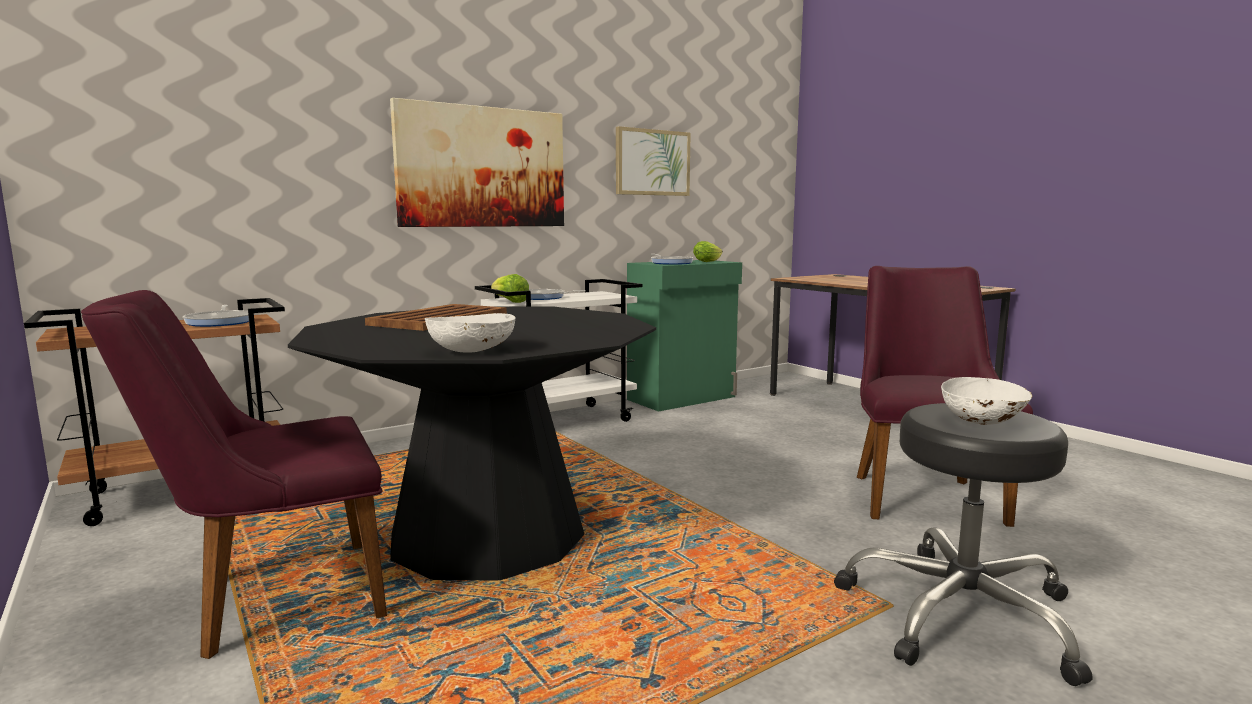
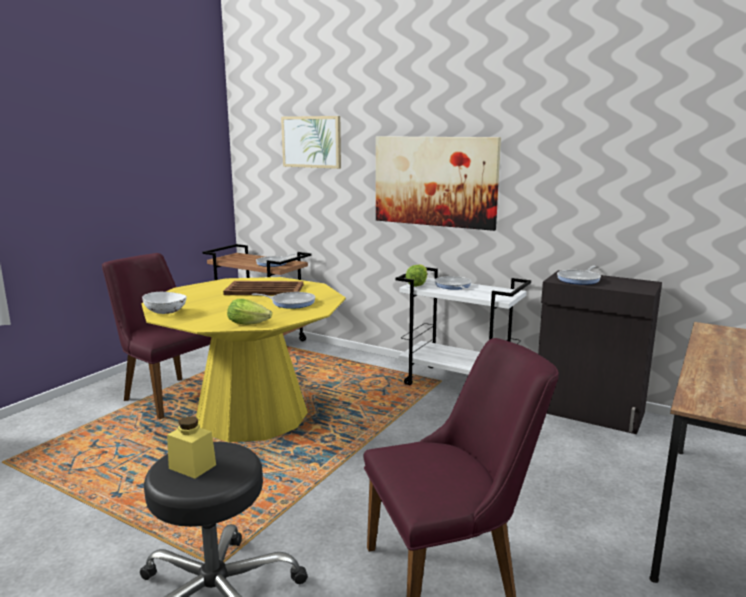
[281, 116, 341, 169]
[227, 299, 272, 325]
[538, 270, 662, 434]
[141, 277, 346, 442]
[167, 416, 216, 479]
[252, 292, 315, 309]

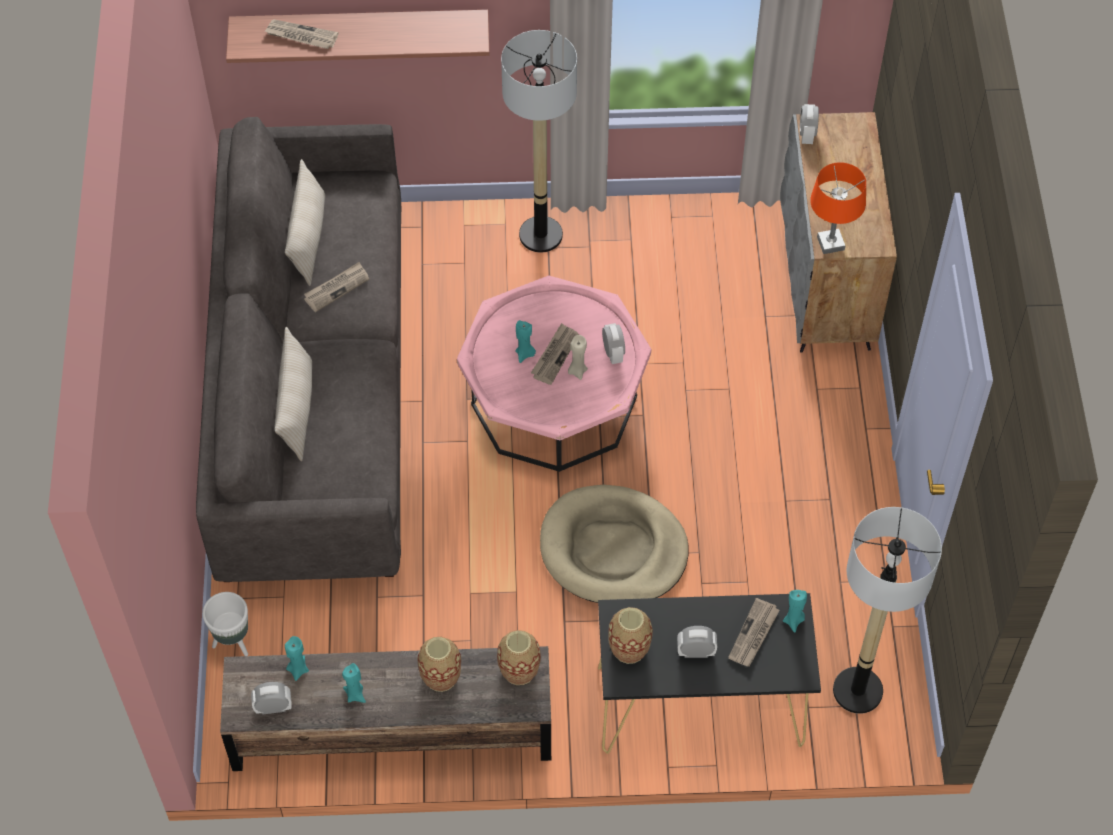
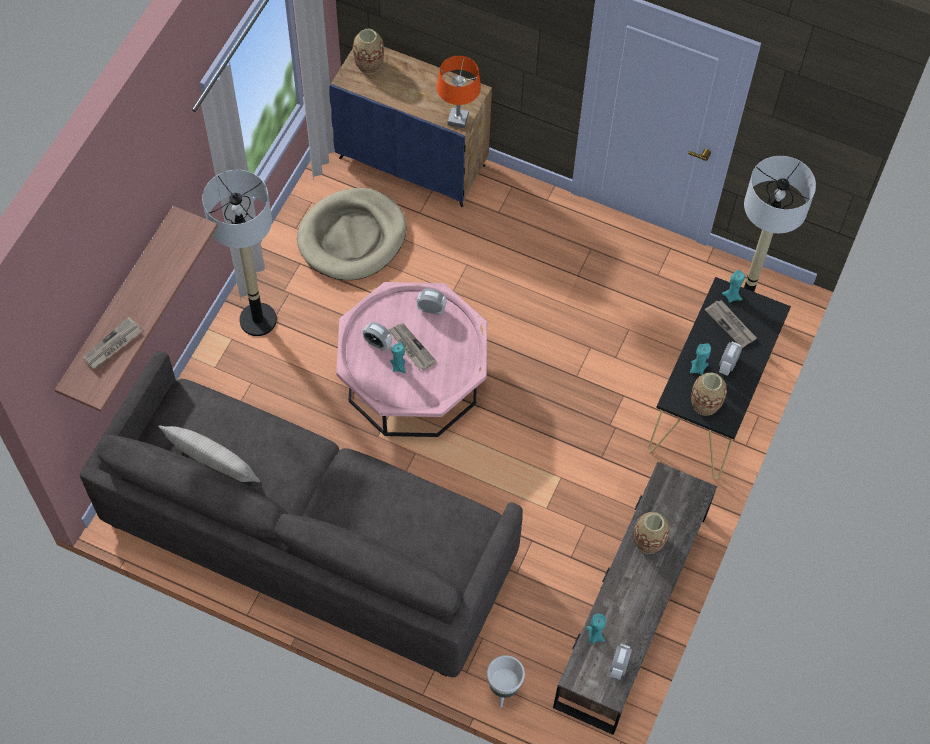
[363, 322, 392, 351]
[329, 47, 492, 207]
[304, 262, 369, 312] (first image)
[275, 327, 312, 461] (first image)
[568, 335, 588, 380] (first image)
[297, 188, 407, 280]
[353, 29, 384, 74]
[690, 343, 711, 375]

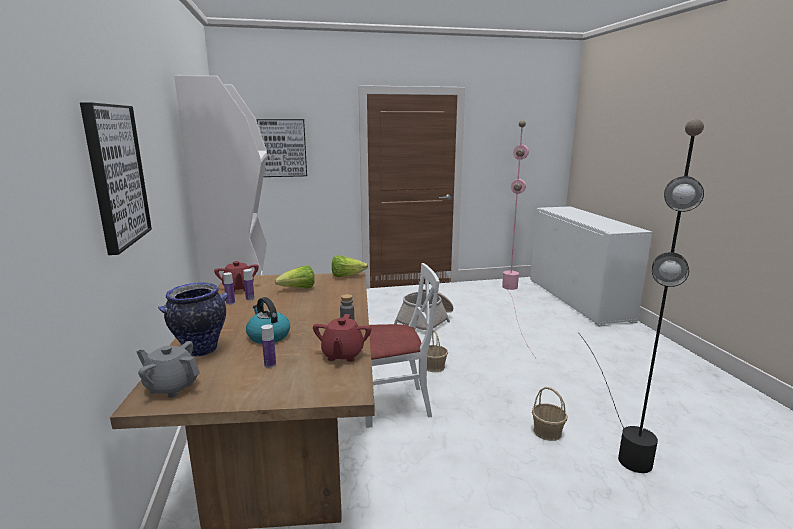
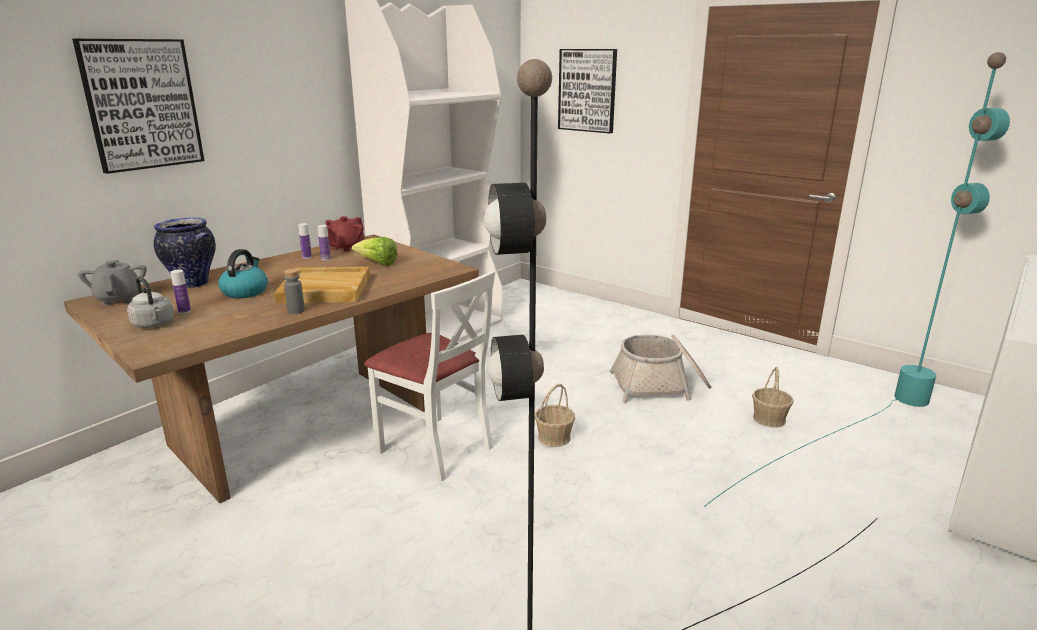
[704, 52, 1010, 507]
[332, 255, 368, 277] (first image)
[313, 314, 371, 362] (first image)
[752, 367, 794, 428]
[274, 267, 370, 303]
[127, 276, 174, 328]

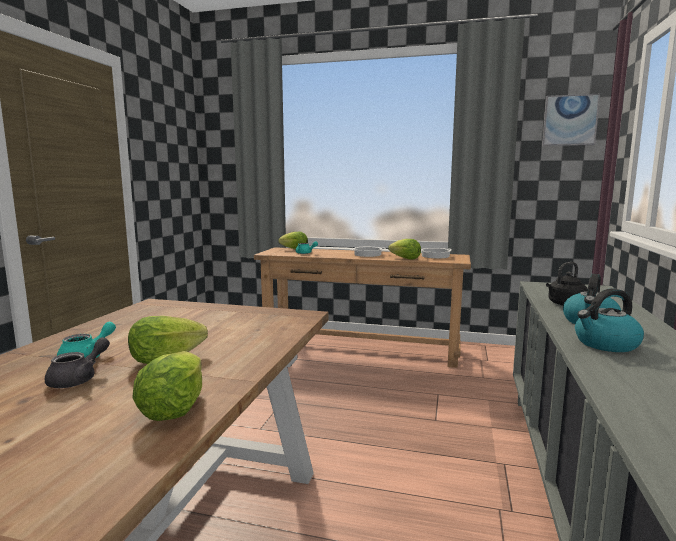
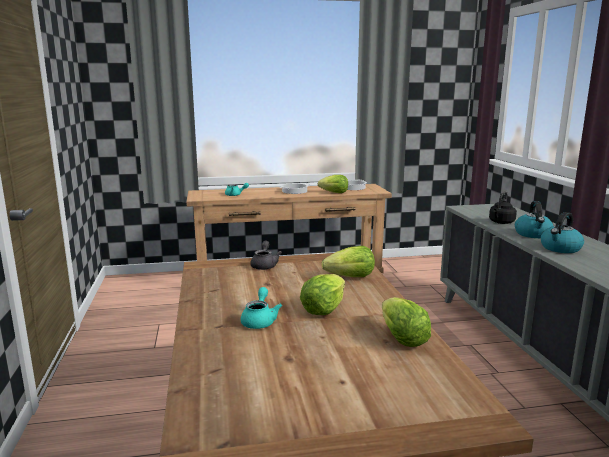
[542, 94, 600, 146] (first image)
[322, 246, 375, 277]
[250, 240, 282, 270]

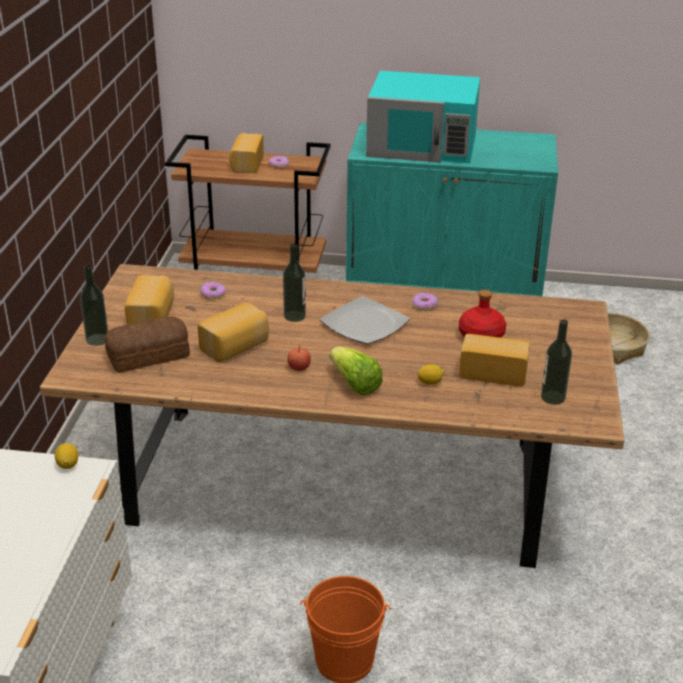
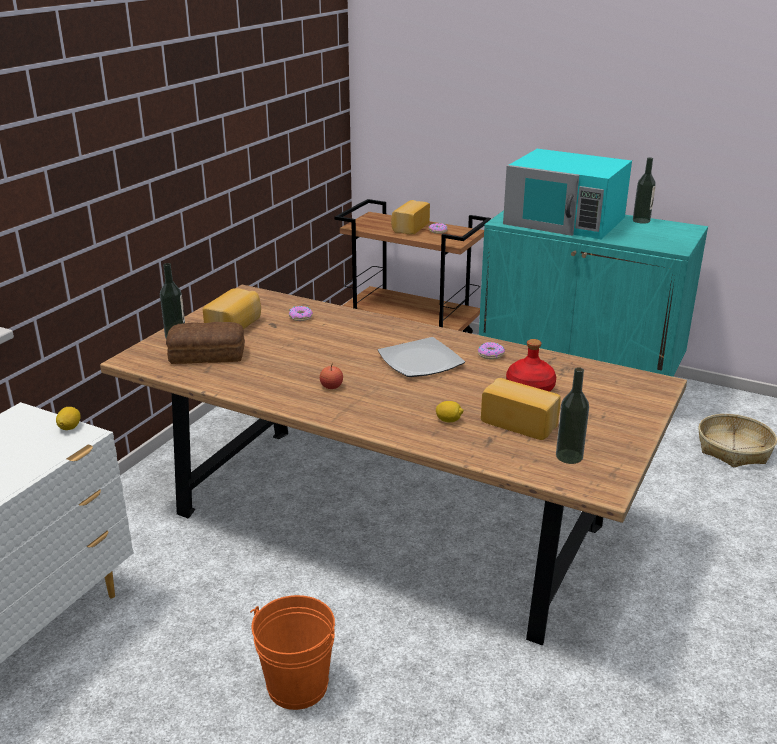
[633, 157, 656, 224]
[198, 303, 269, 362] (first image)
[329, 347, 383, 396] (first image)

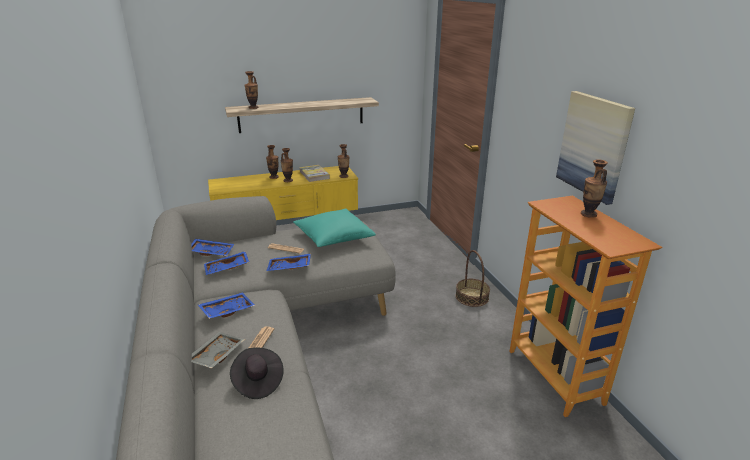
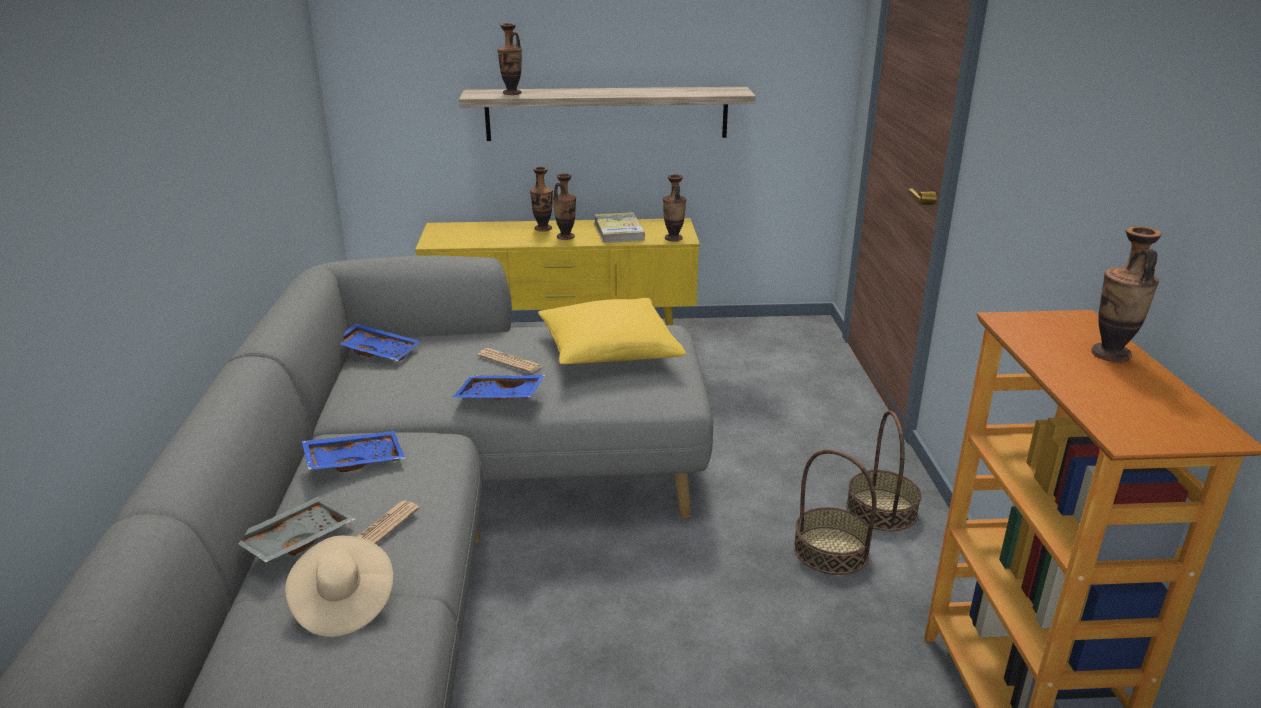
[556, 91, 635, 205] (first image)
[538, 298, 686, 364]
[204, 251, 249, 275] (first image)
[285, 535, 393, 637]
[794, 449, 877, 575]

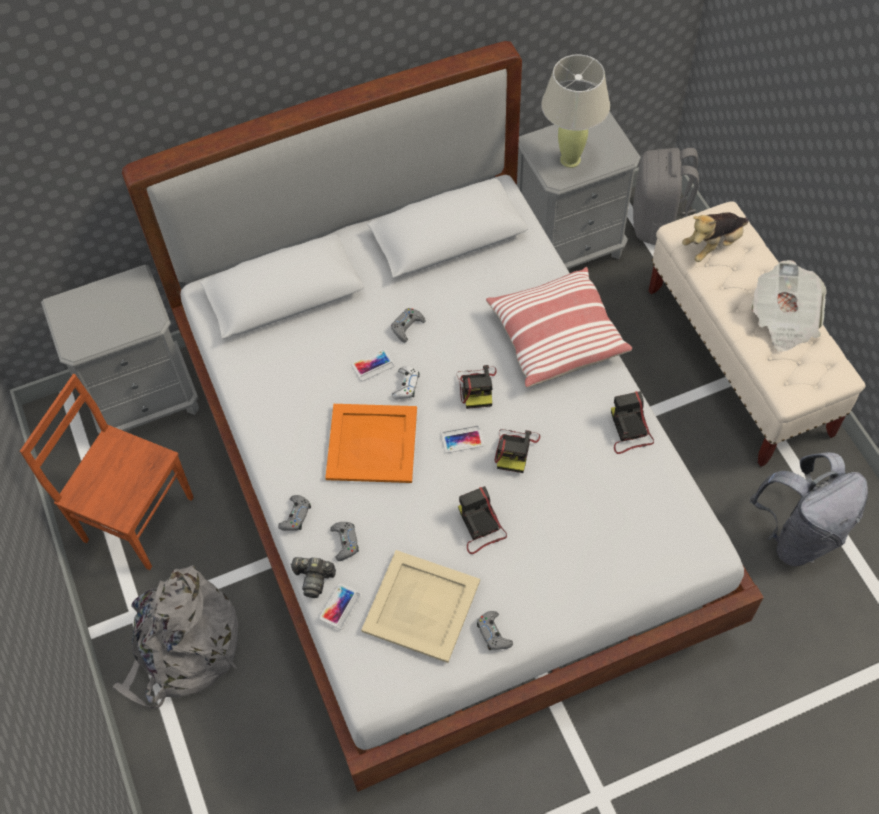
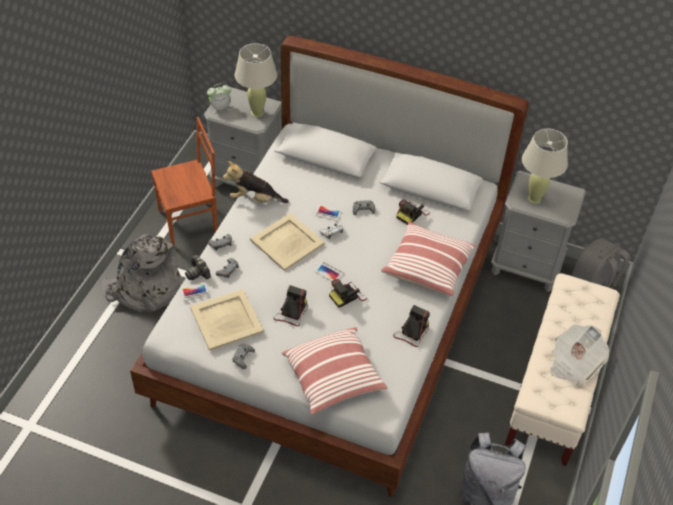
[223, 161, 289, 203]
[396, 199, 430, 225]
[151, 117, 218, 245]
[250, 213, 325, 271]
[235, 43, 277, 118]
[207, 84, 232, 114]
[282, 327, 388, 415]

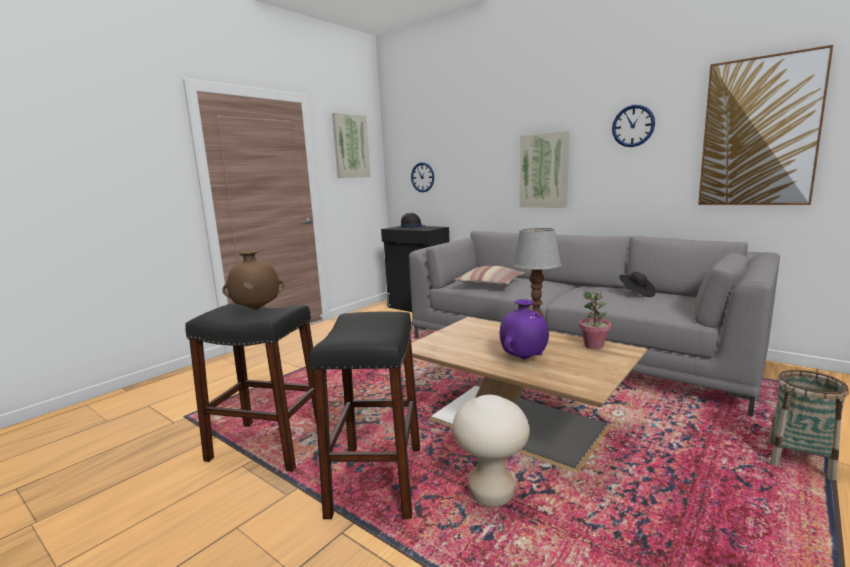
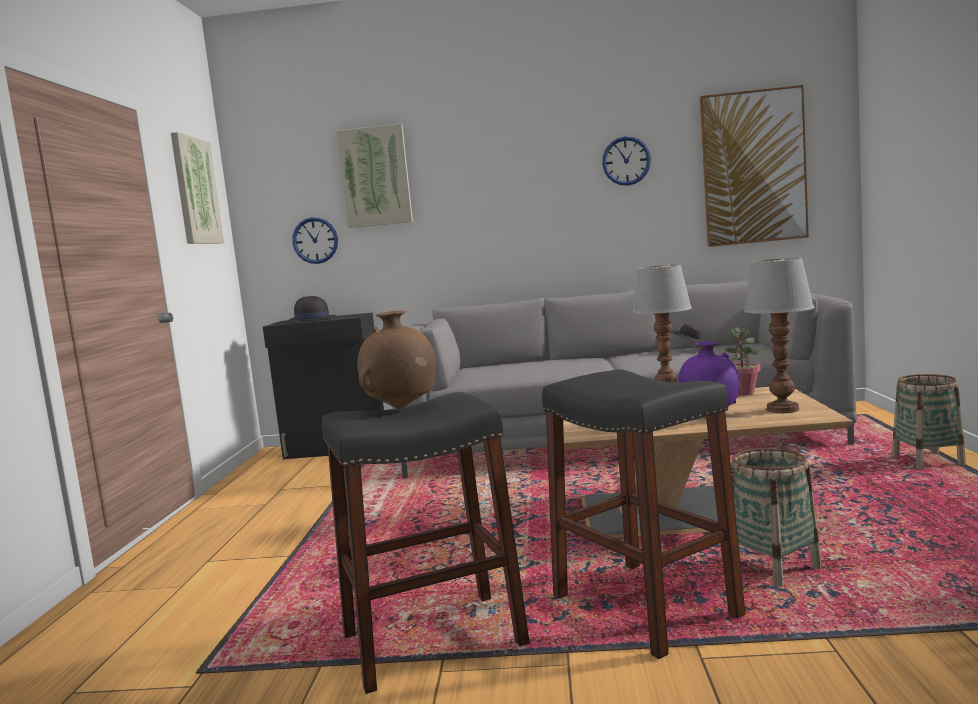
[336, 124, 413, 228]
[454, 266, 525, 286] (first image)
[731, 448, 822, 587]
[743, 258, 815, 413]

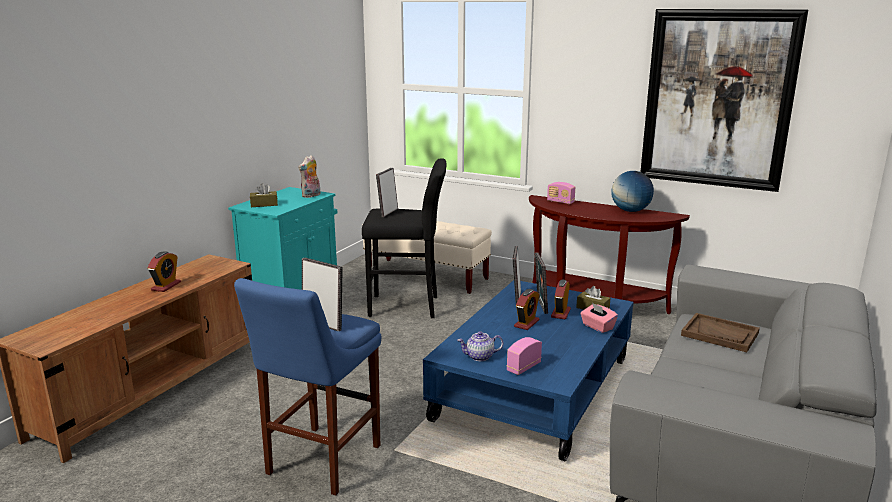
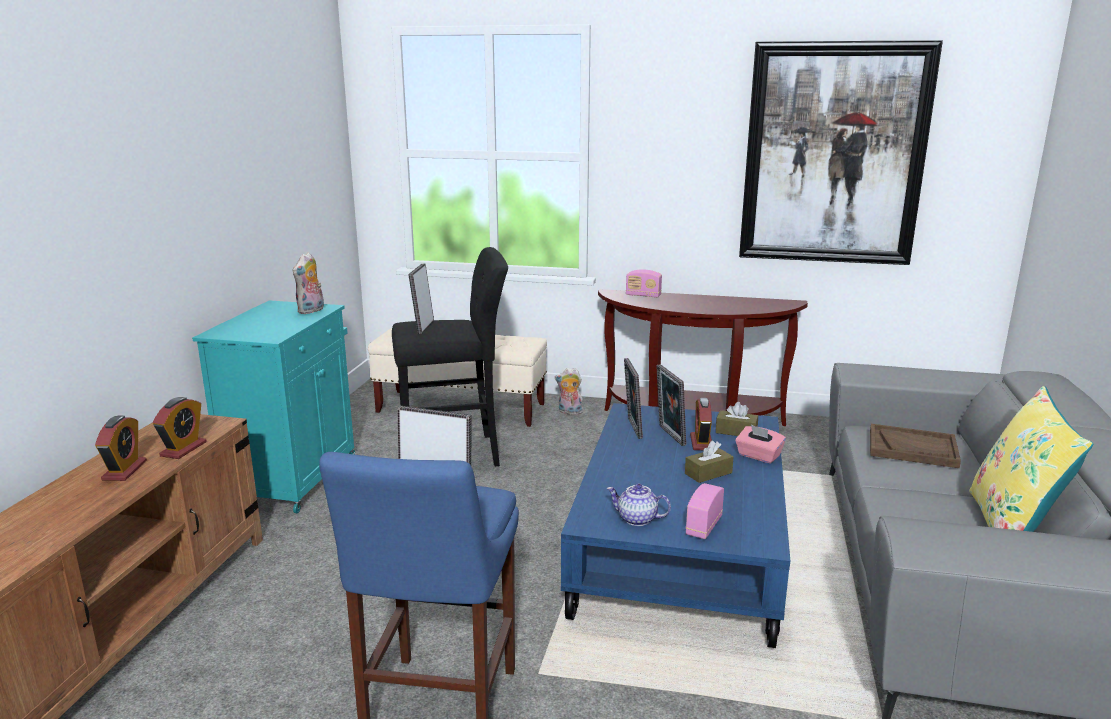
[611, 171, 654, 212] (first image)
[685, 441, 733, 483]
[153, 397, 207, 459]
[607, 484, 671, 526]
[555, 368, 583, 415]
[969, 386, 1093, 532]

